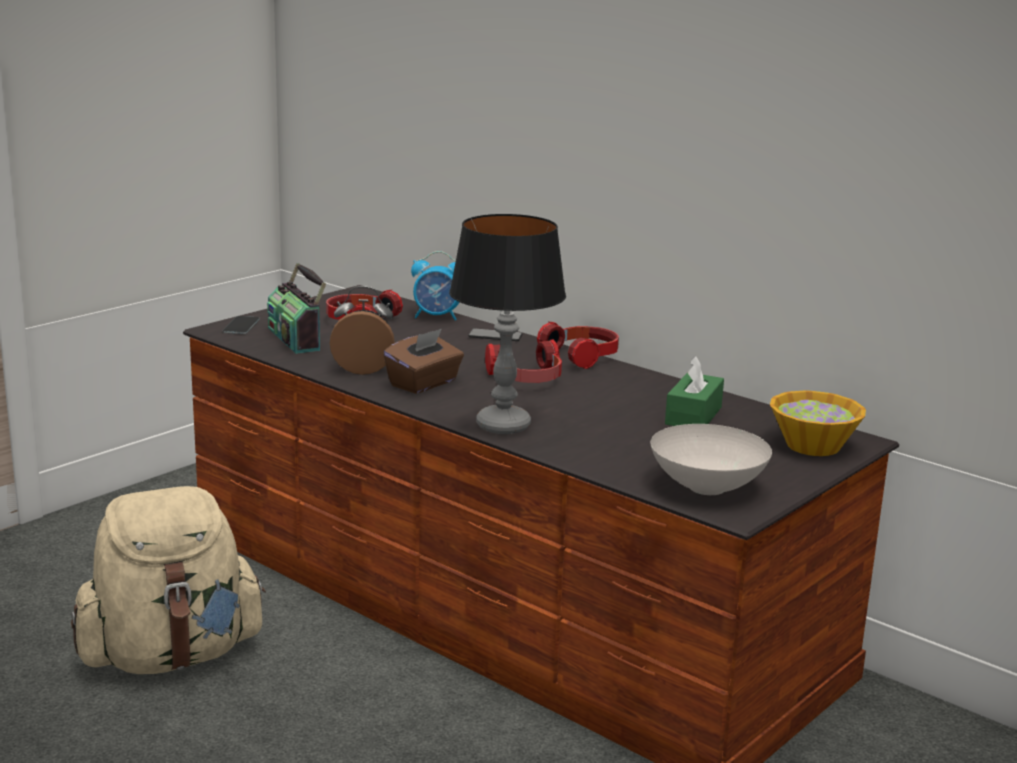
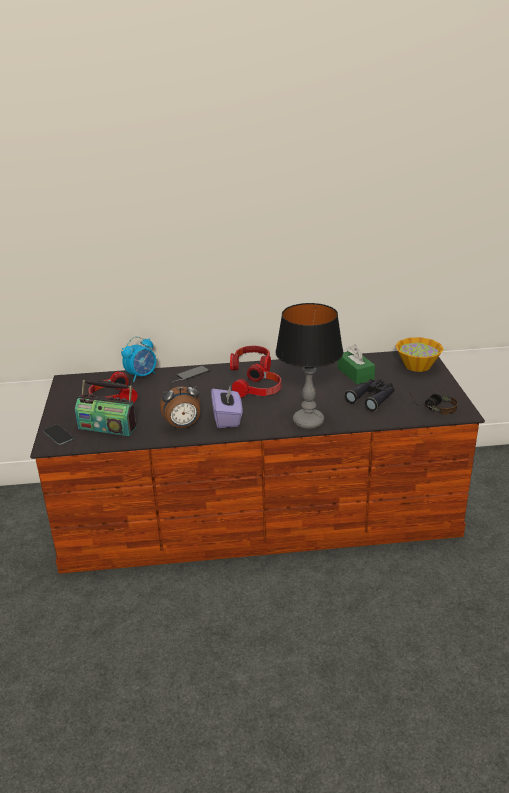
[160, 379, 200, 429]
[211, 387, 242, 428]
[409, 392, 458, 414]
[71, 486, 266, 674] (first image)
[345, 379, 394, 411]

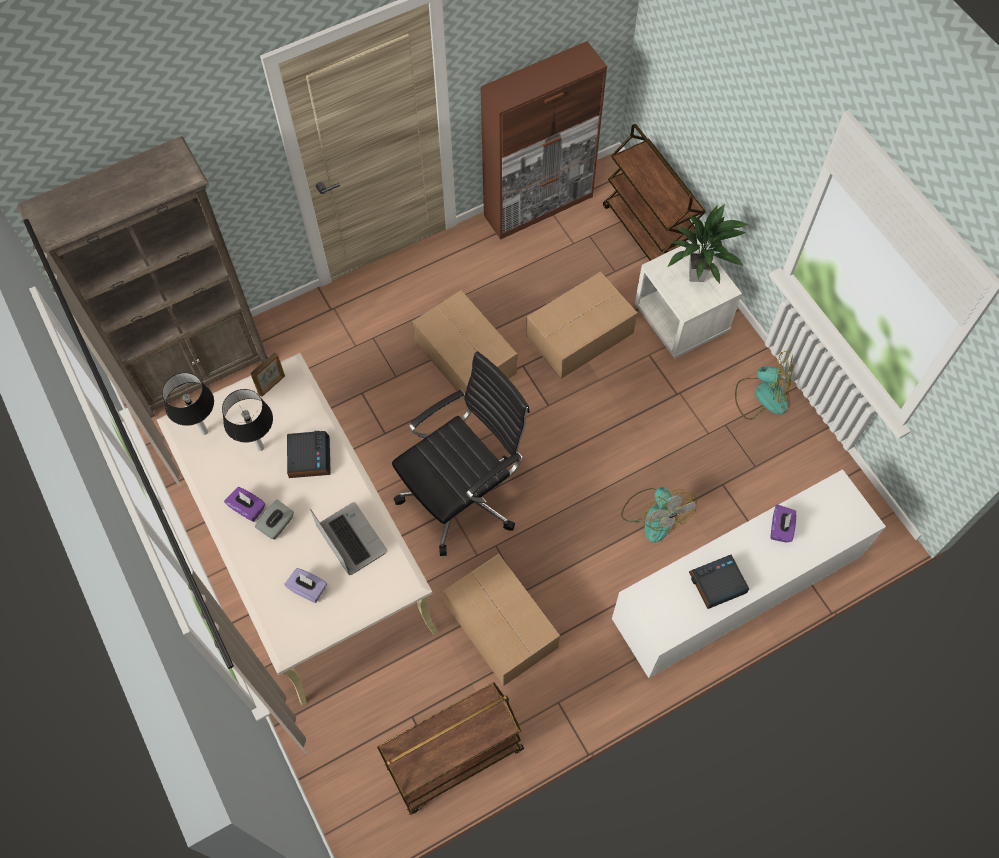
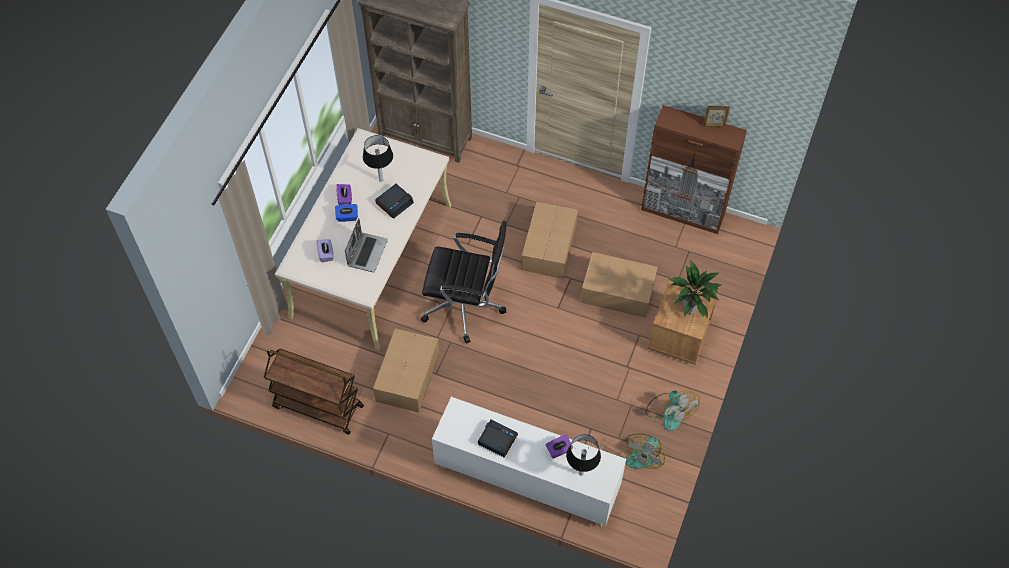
[603, 124, 705, 261] (first image)
[648, 277, 718, 365]
[703, 106, 730, 127]
[566, 435, 601, 476]
[626, 434, 665, 469]
[335, 204, 358, 222]

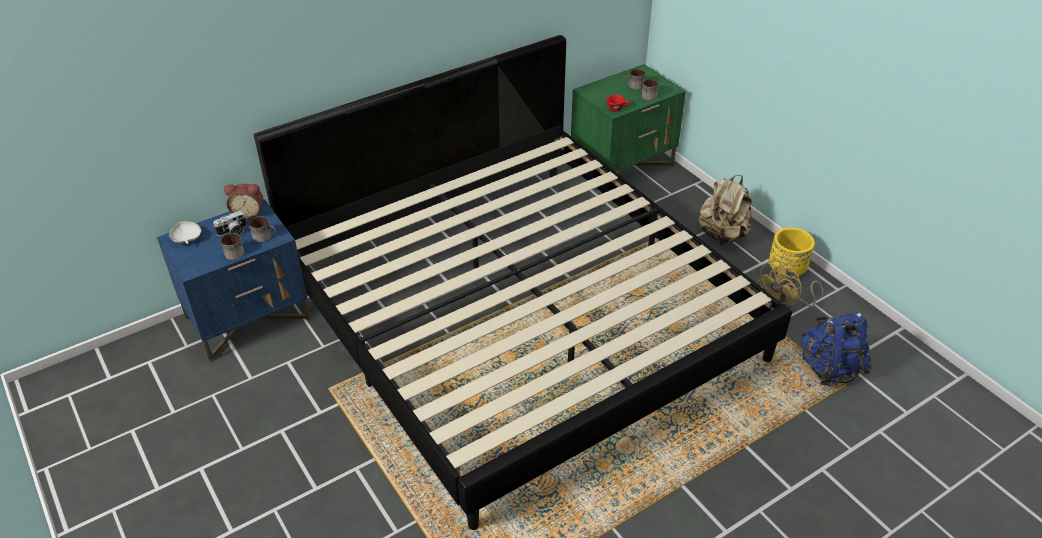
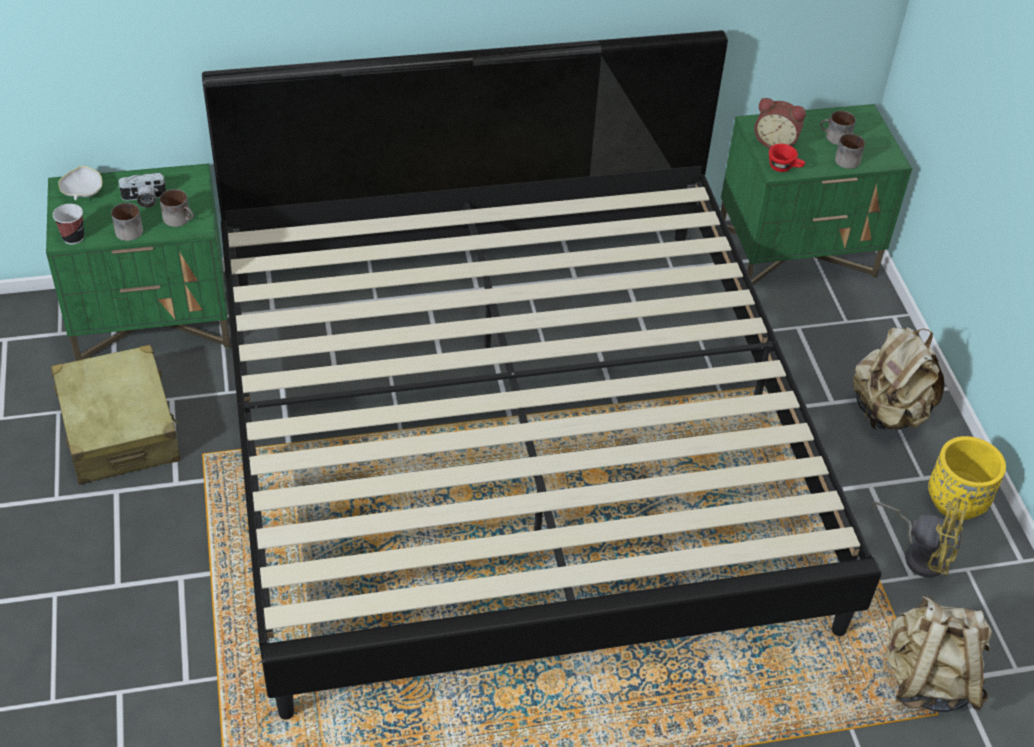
[754, 98, 806, 148]
[46, 163, 231, 361]
[872, 497, 968, 578]
[886, 594, 992, 712]
[53, 204, 84, 244]
[51, 345, 181, 485]

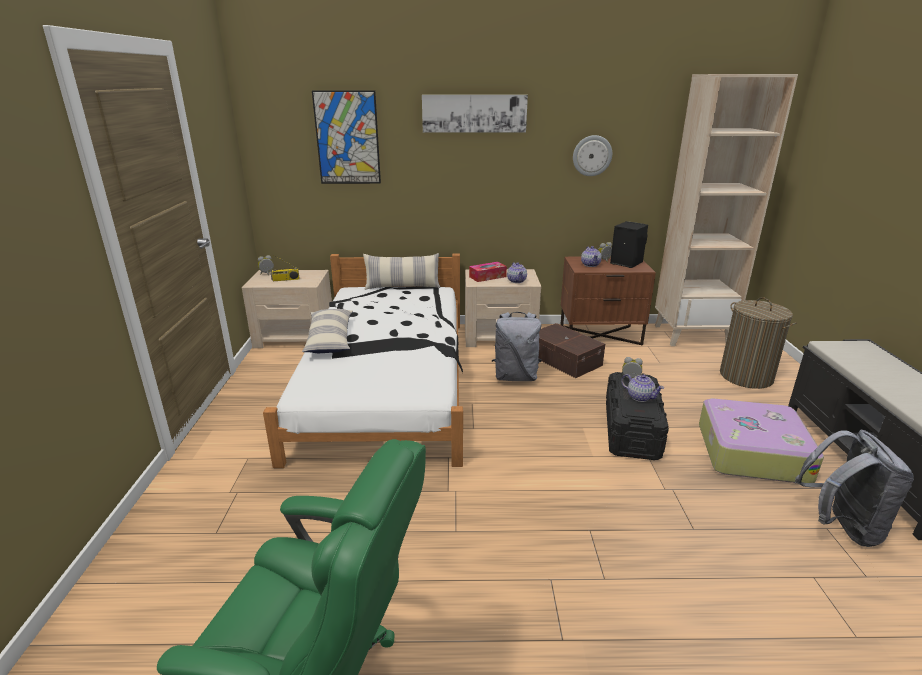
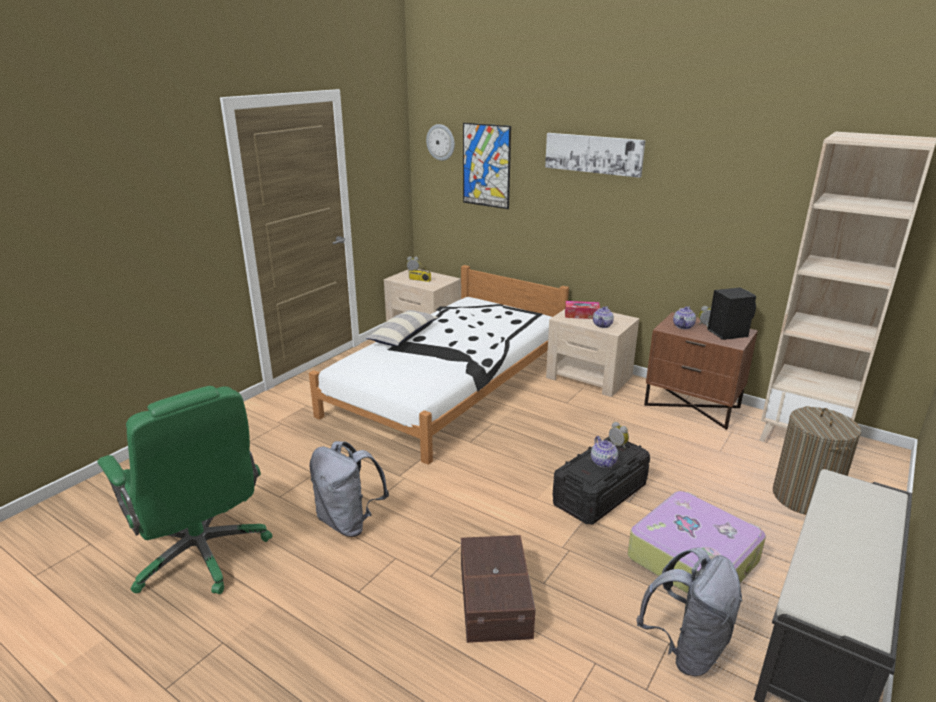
[426, 124, 455, 161]
[363, 253, 440, 290] (first image)
[310, 441, 389, 537]
[461, 535, 535, 643]

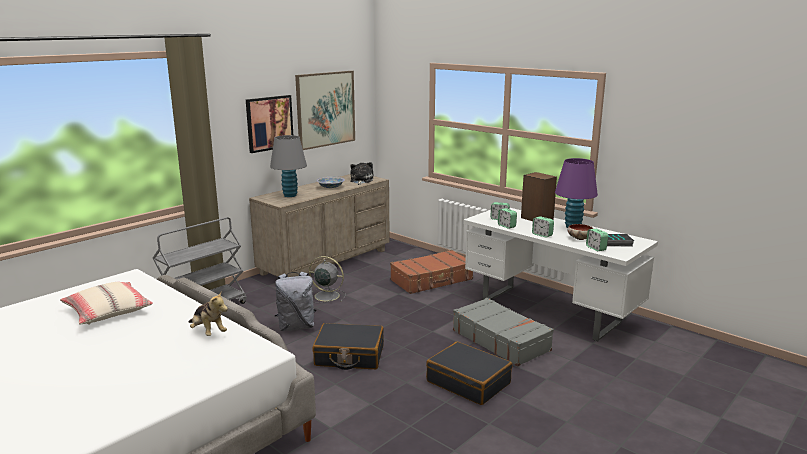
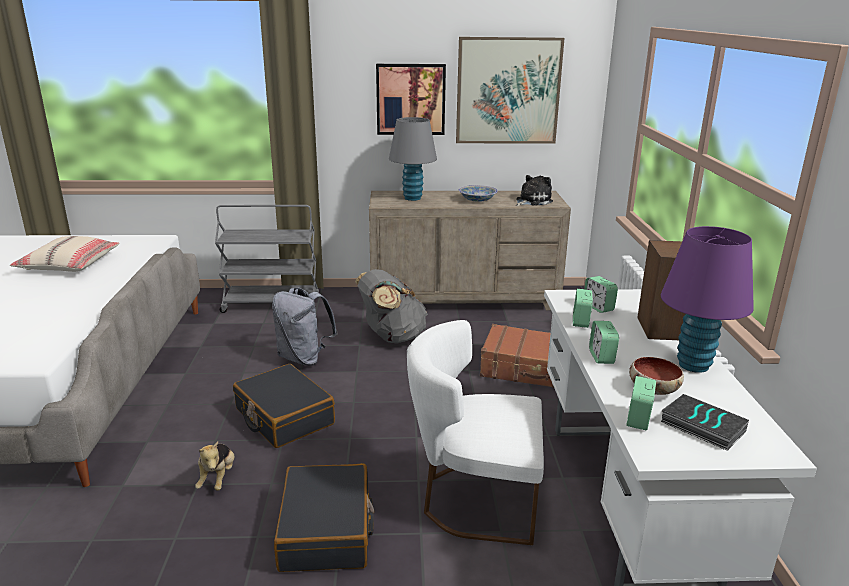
[356, 269, 428, 344]
[195, 441, 235, 491]
[407, 320, 544, 545]

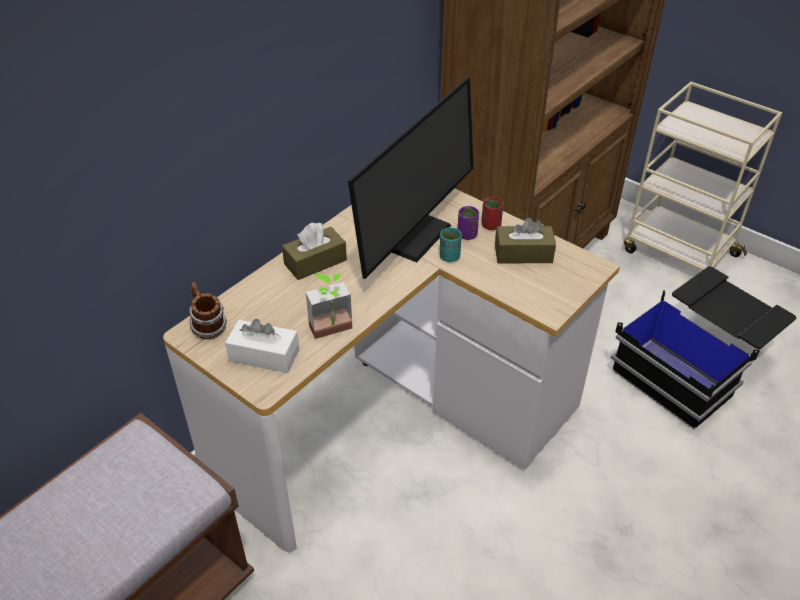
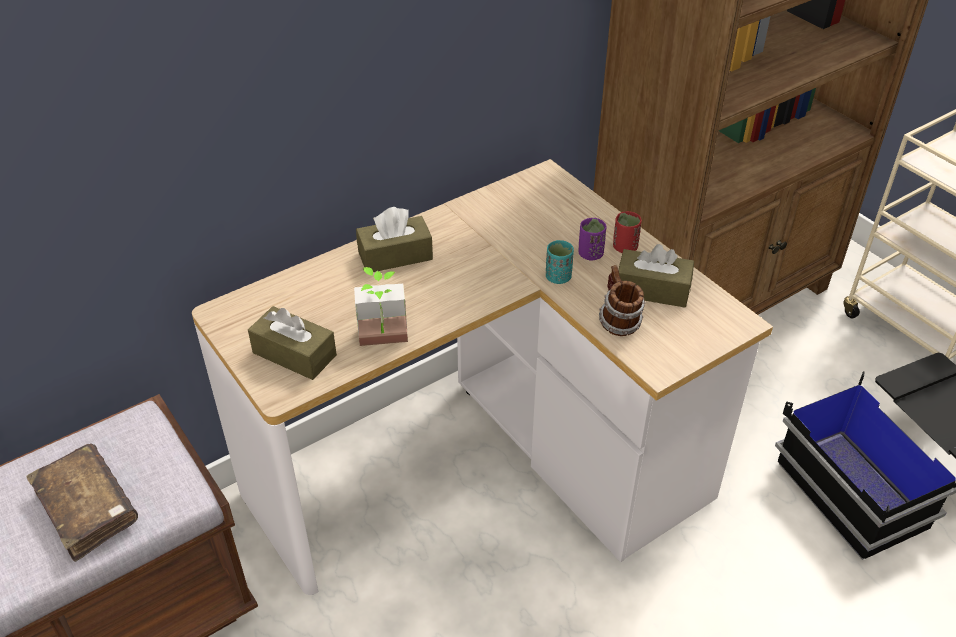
[348, 77, 473, 279] (first image)
[599, 265, 646, 336]
[248, 306, 337, 380]
[26, 444, 138, 562]

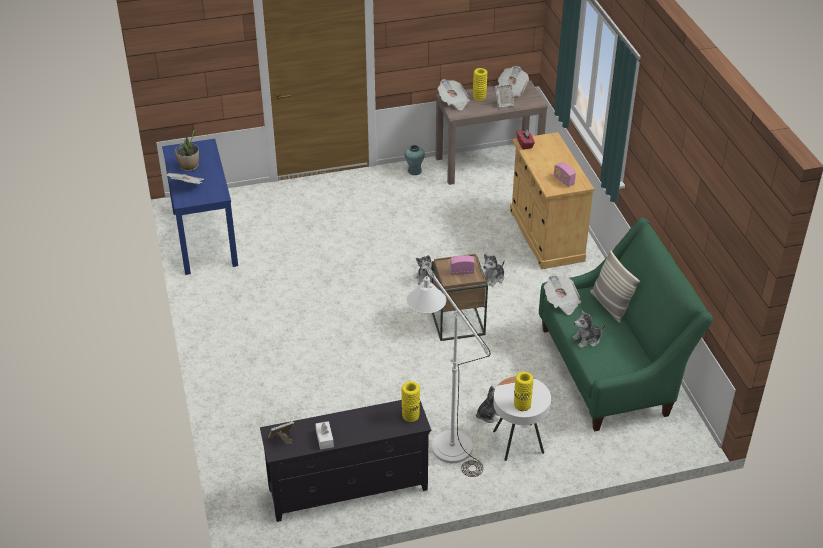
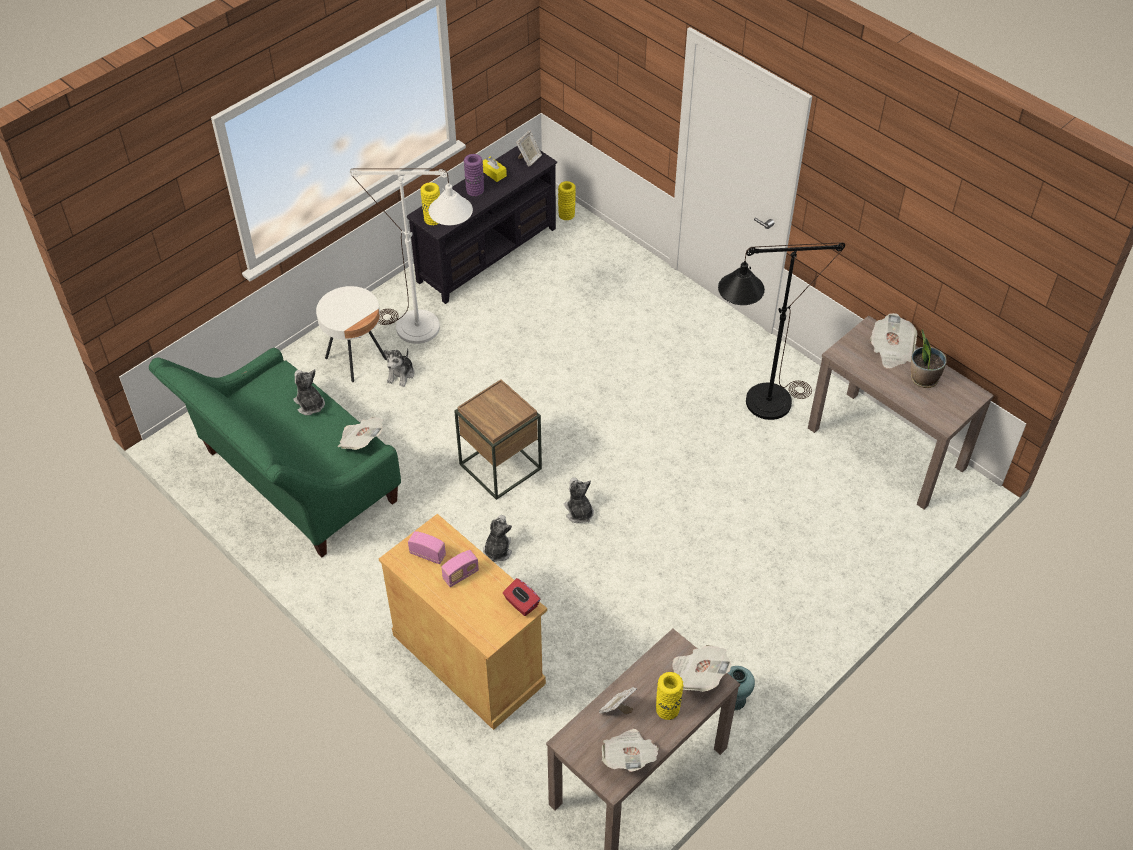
[808, 315, 994, 509]
[590, 250, 640, 323] (first image)
[441, 550, 479, 587]
[293, 369, 325, 415]
[558, 181, 576, 220]
[482, 157, 507, 182]
[464, 154, 484, 197]
[718, 242, 845, 420]

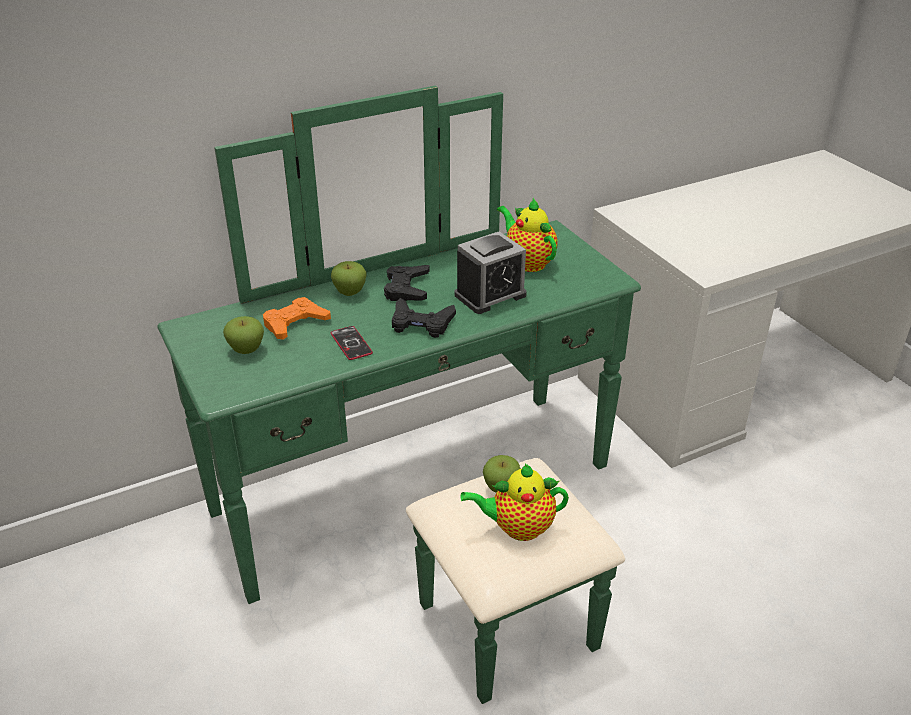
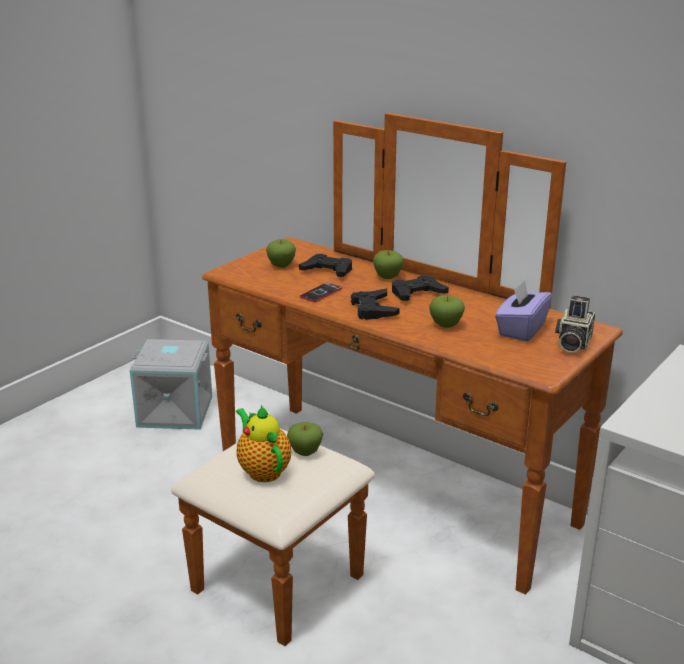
[171, 113, 623, 646]
[495, 280, 552, 342]
[429, 295, 465, 328]
[299, 254, 352, 277]
[555, 295, 595, 353]
[130, 339, 212, 430]

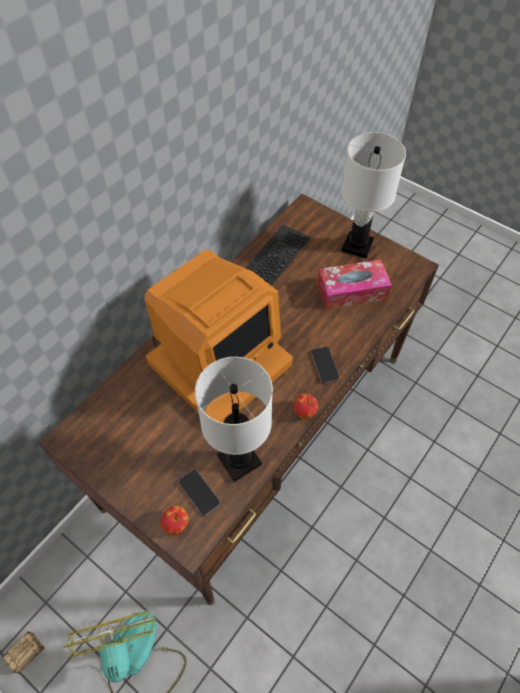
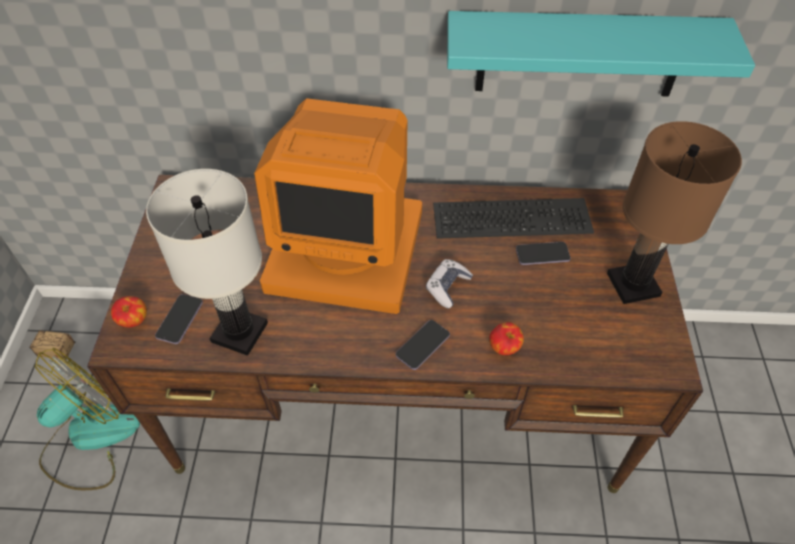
[607, 121, 742, 304]
[317, 259, 392, 309] (first image)
[489, 322, 524, 355]
[447, 11, 755, 97]
[516, 242, 571, 265]
[426, 259, 473, 308]

